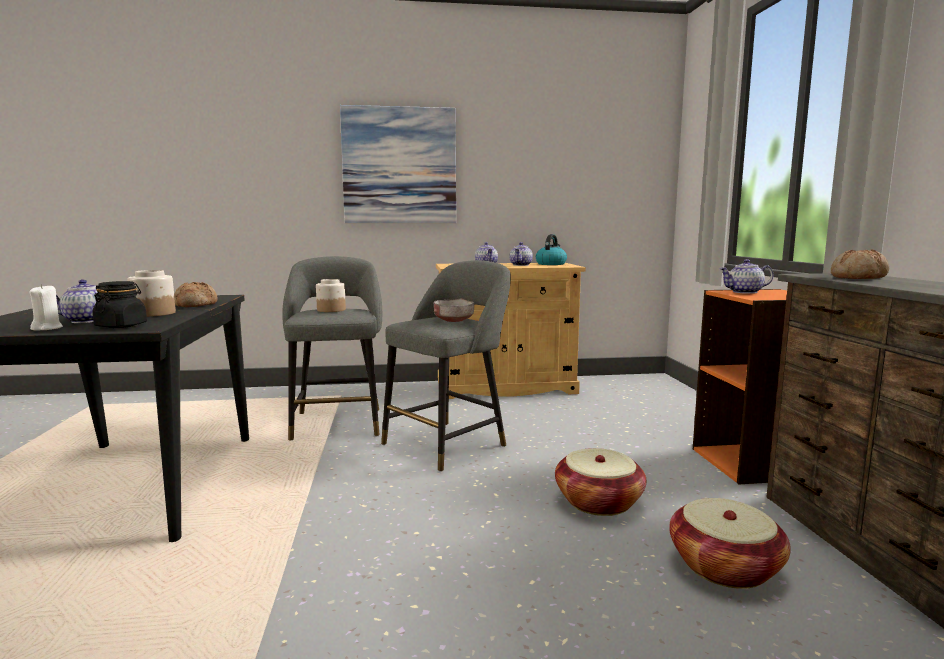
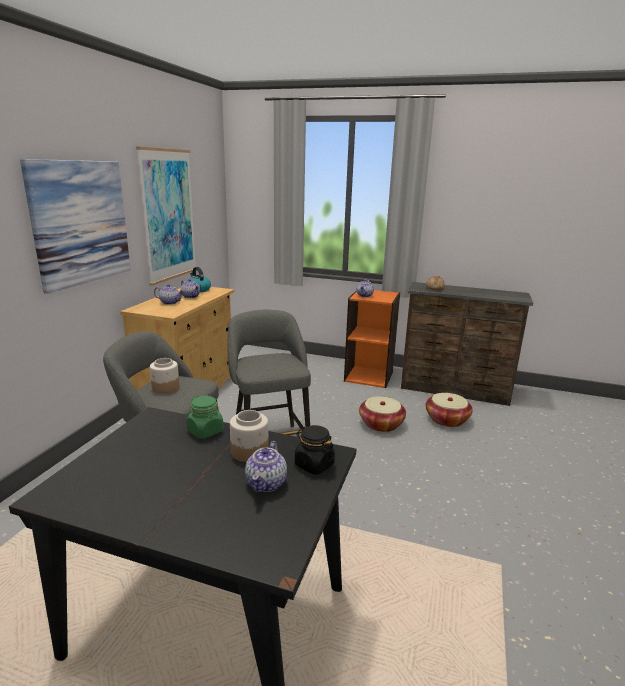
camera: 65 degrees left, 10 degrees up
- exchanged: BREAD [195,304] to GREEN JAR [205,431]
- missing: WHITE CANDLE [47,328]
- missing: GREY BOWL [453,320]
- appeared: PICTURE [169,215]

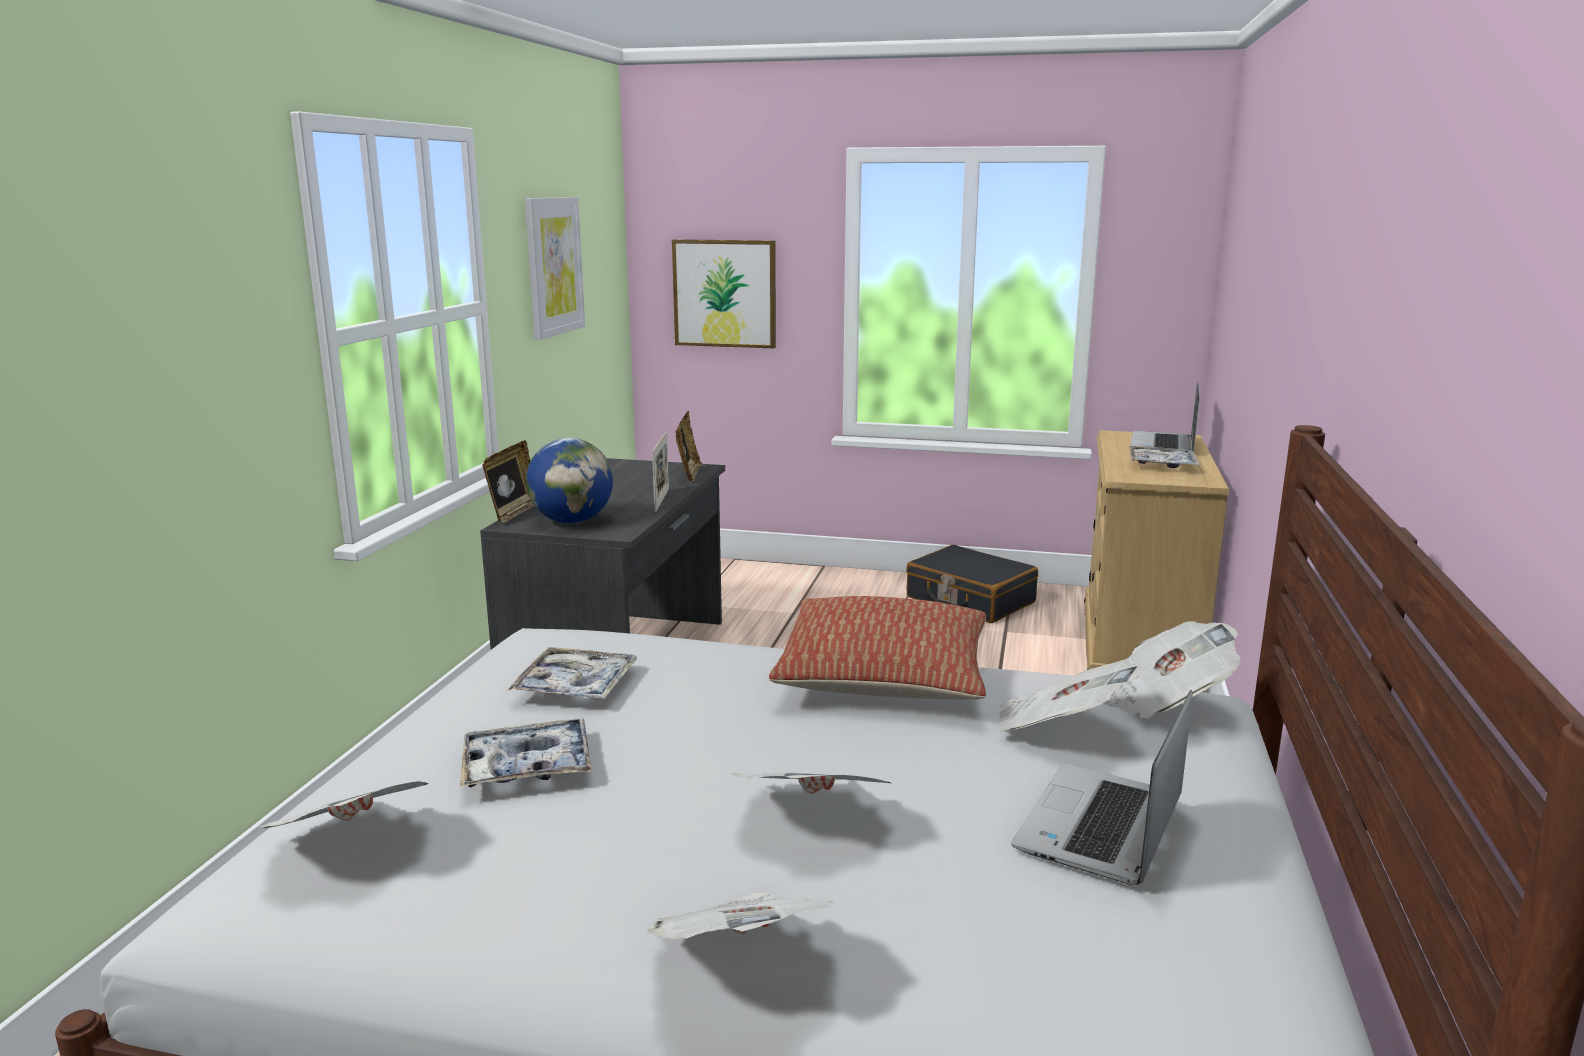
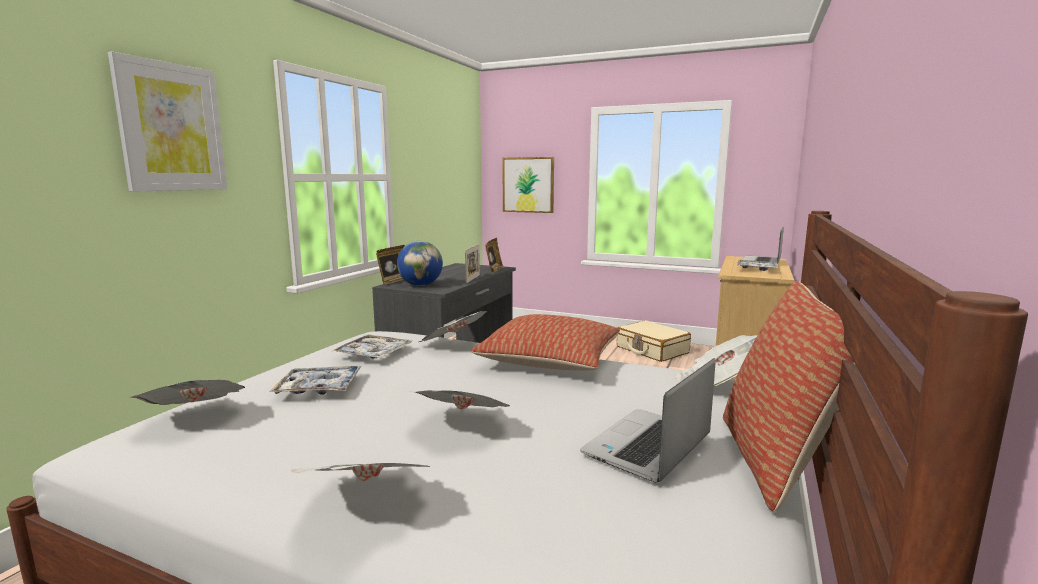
camera: 10 degrees right, 5 degrees down
- relocated: PICTURE [553,266] to [171,128]
- colour: BLACK SUITCASE [969,600] to BEIGE SUITCASE [651,350]
- relocated: NEWSPAPER [1059,729] to [453,344]
- appeared: PILLOW [776,460]

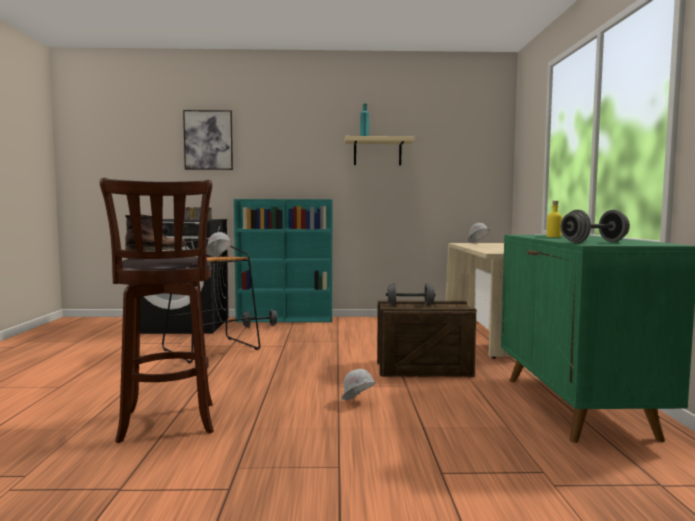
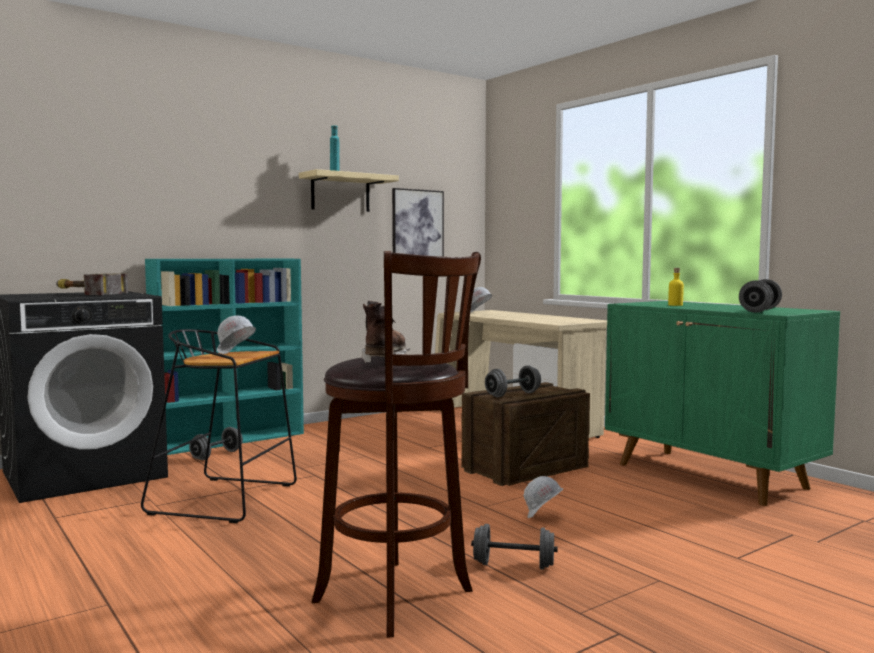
camera: 35 degrees left, 0 degrees up
- relocated: PICTURE [208,140] to [417,226]
- appeared: GREY DUMBBELL [513,565]

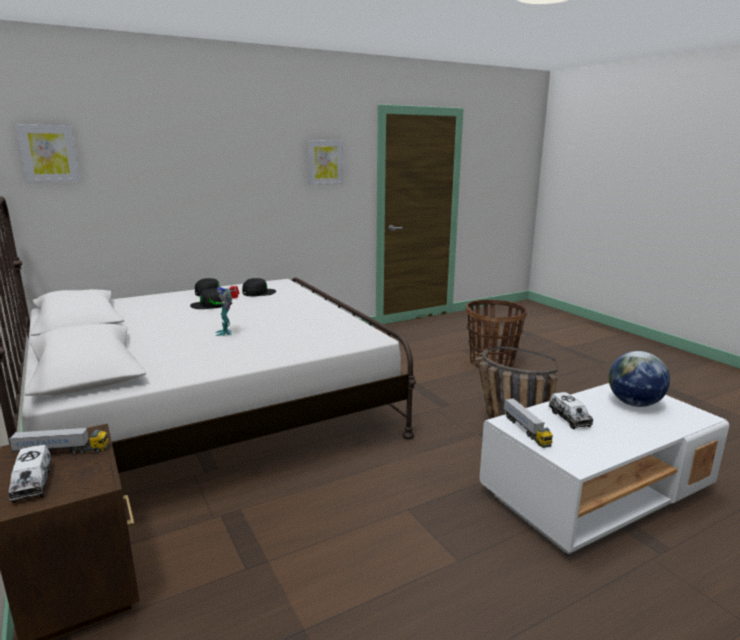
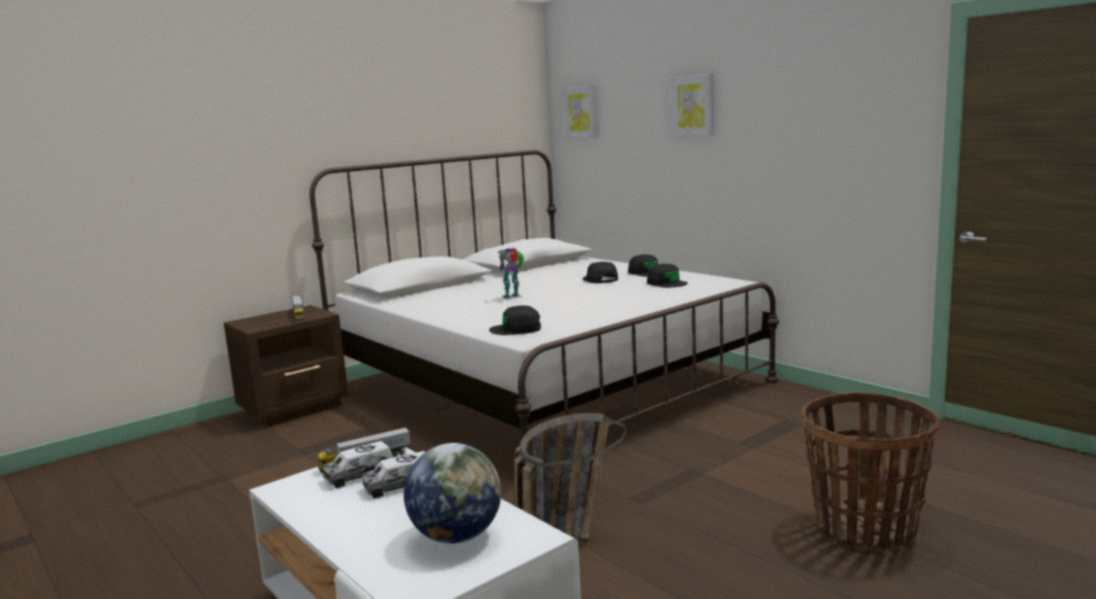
camera: 80 degrees right, 5 degrees down
- relocated: PICTURE [325,162] to [693,105]
- relocated: TOY TRUCK [33,483] to [359,475]
- appeared: BLACK CAP [516,329]

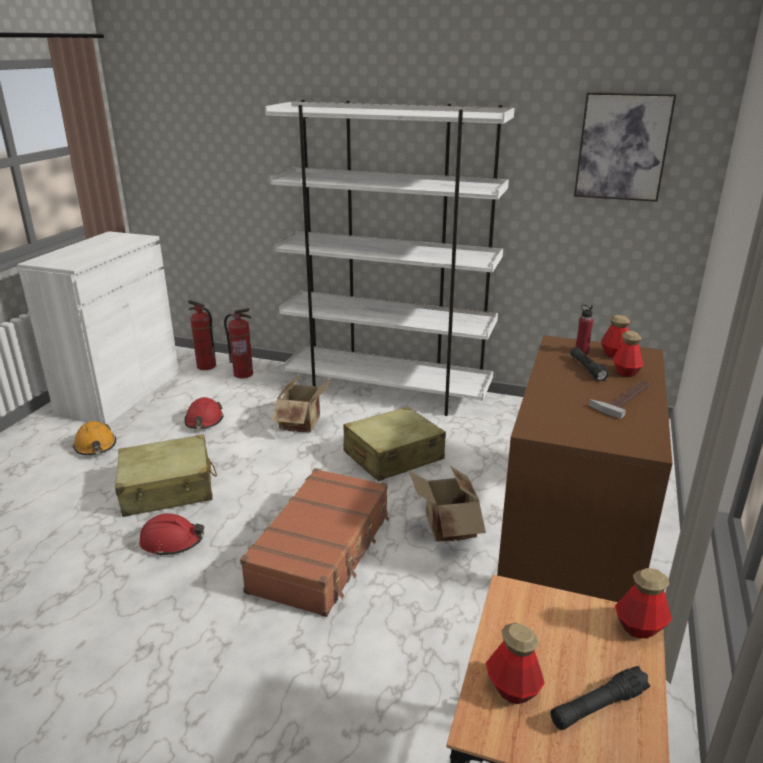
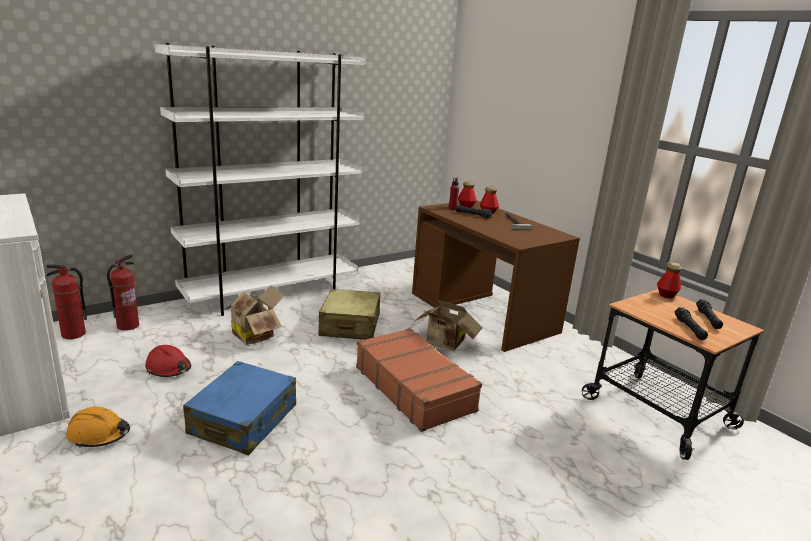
camera: 55 degrees left, 5 degrees down
- missing: PICTURE [622,147]
- colour: BEIGE SUITCASE [168,489] to BLUE SUITCASE [244,420]
- missing: RED HARD HAT [172,542]
- exchanged: BOTTLE [512,688] to BLACK FLASHLIGHT [689,328]

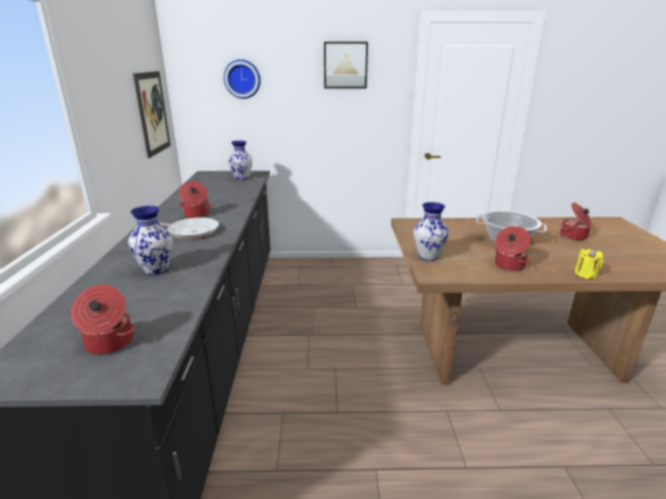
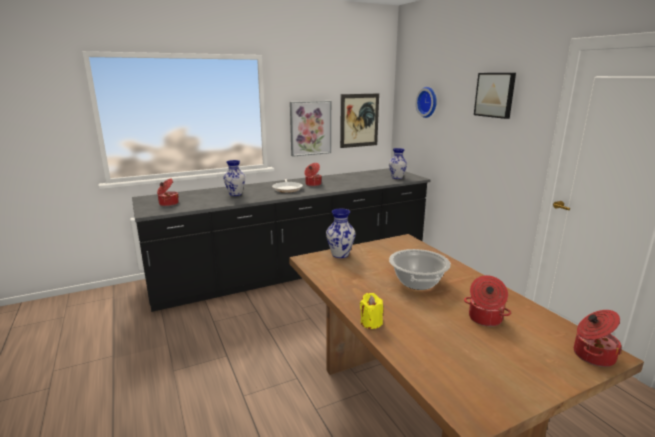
camera: 65 degrees right, 5 degrees down
- relocated: COOKING POT [508,265] to [592,355]
- appeared: PICTURE [310,128]

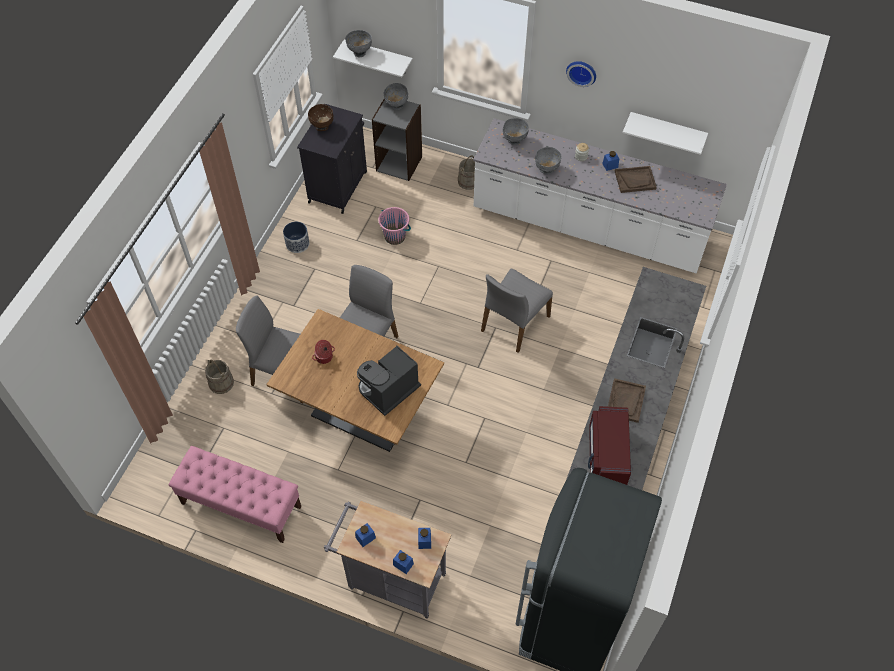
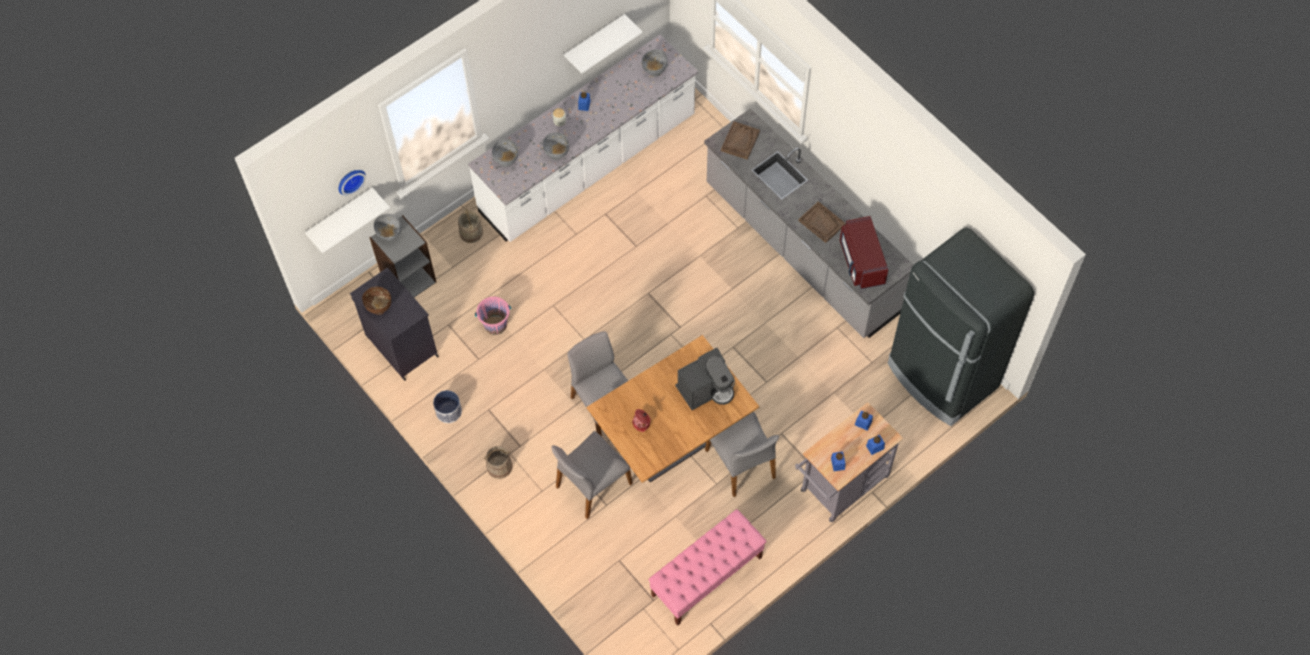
camera: 60 degrees left, 5 degrees up
- relocated: GREY BOWL [360,52] to [655,71]
- relocated: WALL CLOCK [582,72] to [350,180]
- relocated: BROWN TRAY [635,180] to [740,141]
- relocated: GREY CHAIR [514,323] to [741,464]
- spun: COFFEE MACHINE [388,391] = [706,389] 105 degrees counterclockwise
- relocated: BEIGE BUCKET [221,383] to [499,467]
- spun: RED MICROWAVE [606,455] = [861,261] 45 degrees clockwise

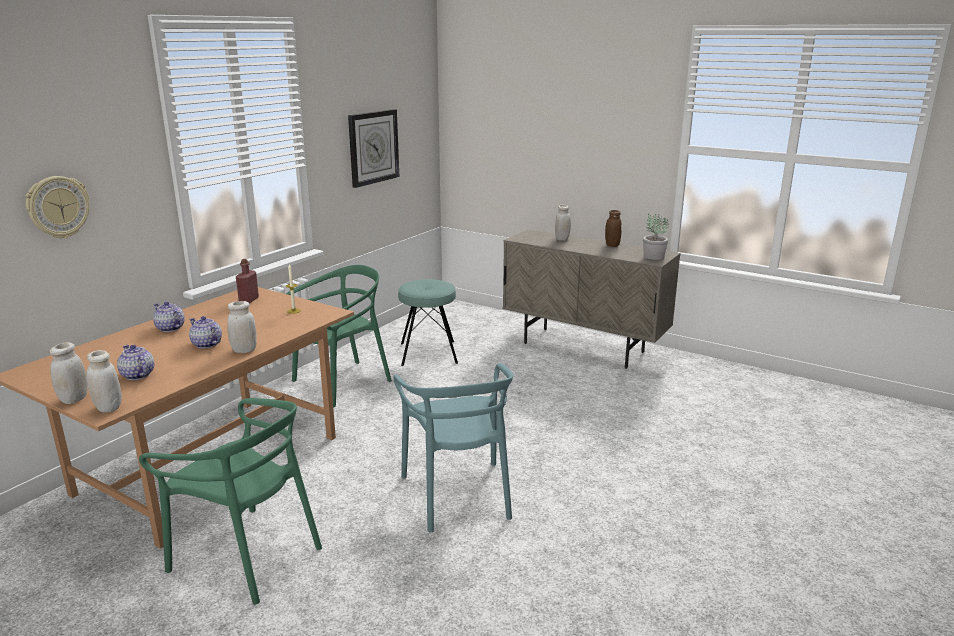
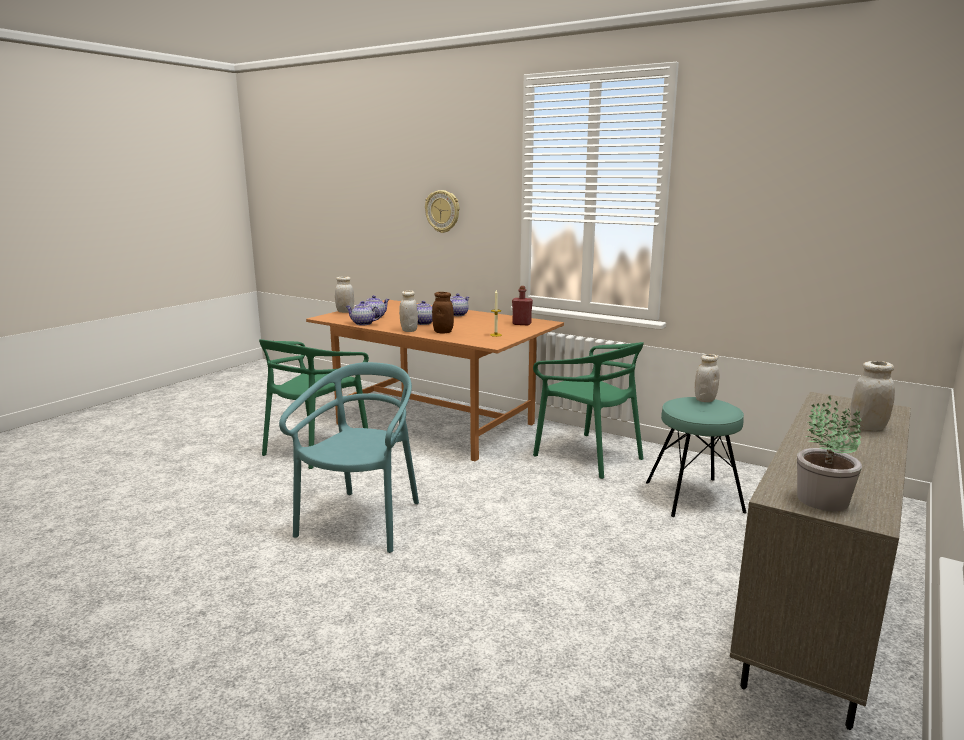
camera: 90 degrees right, 5 degrees down
- missing: WALL CLOCK [373,147]
- relocated: BROWN JAR [612,245] to [443,332]
- relocated: WHITE JAR [108,408] to [705,400]
- spun: TURQUOISE CHAIR [458,495] = [362,521] 120 degrees clockwise
- appeared: TEAPOT [363,323]

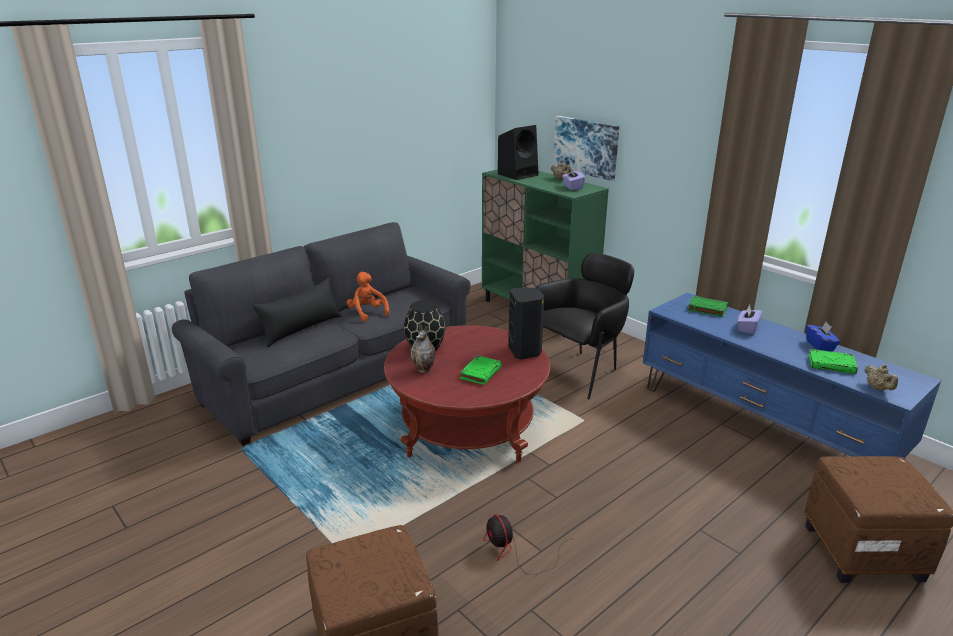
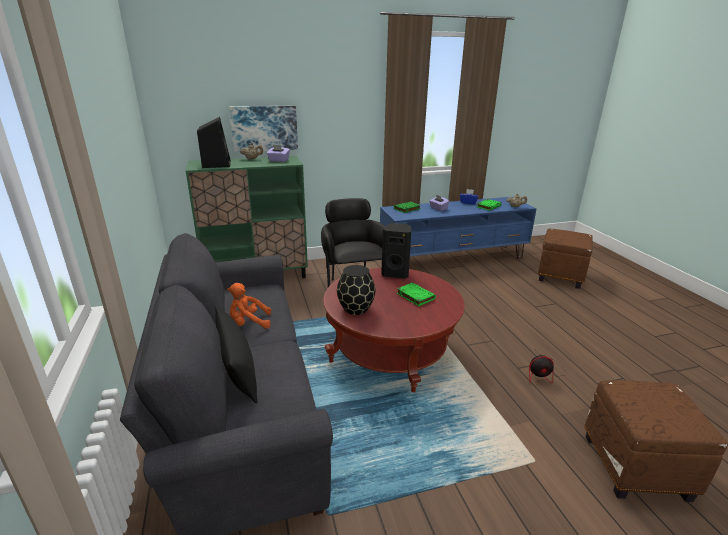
camera: 65 degrees left, 0 degrees up
- missing: VASE [424,369]

